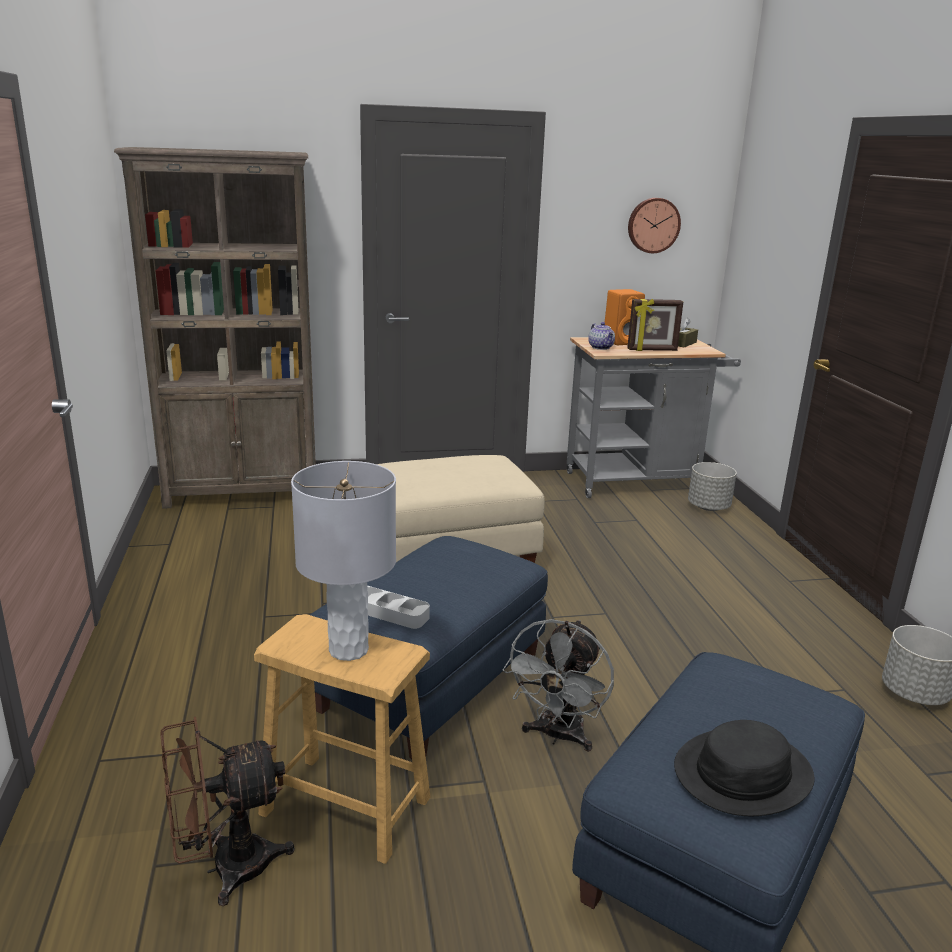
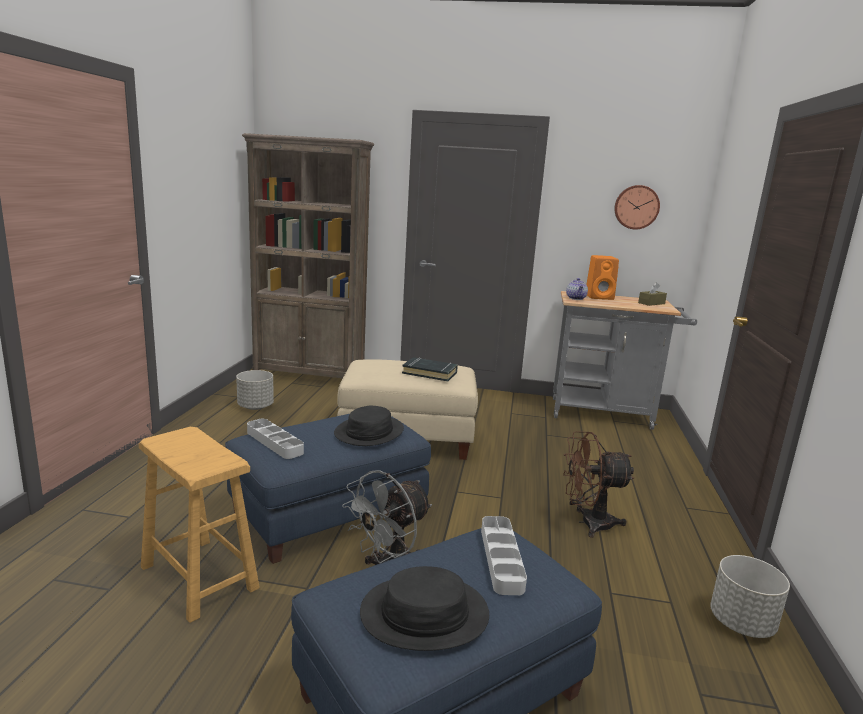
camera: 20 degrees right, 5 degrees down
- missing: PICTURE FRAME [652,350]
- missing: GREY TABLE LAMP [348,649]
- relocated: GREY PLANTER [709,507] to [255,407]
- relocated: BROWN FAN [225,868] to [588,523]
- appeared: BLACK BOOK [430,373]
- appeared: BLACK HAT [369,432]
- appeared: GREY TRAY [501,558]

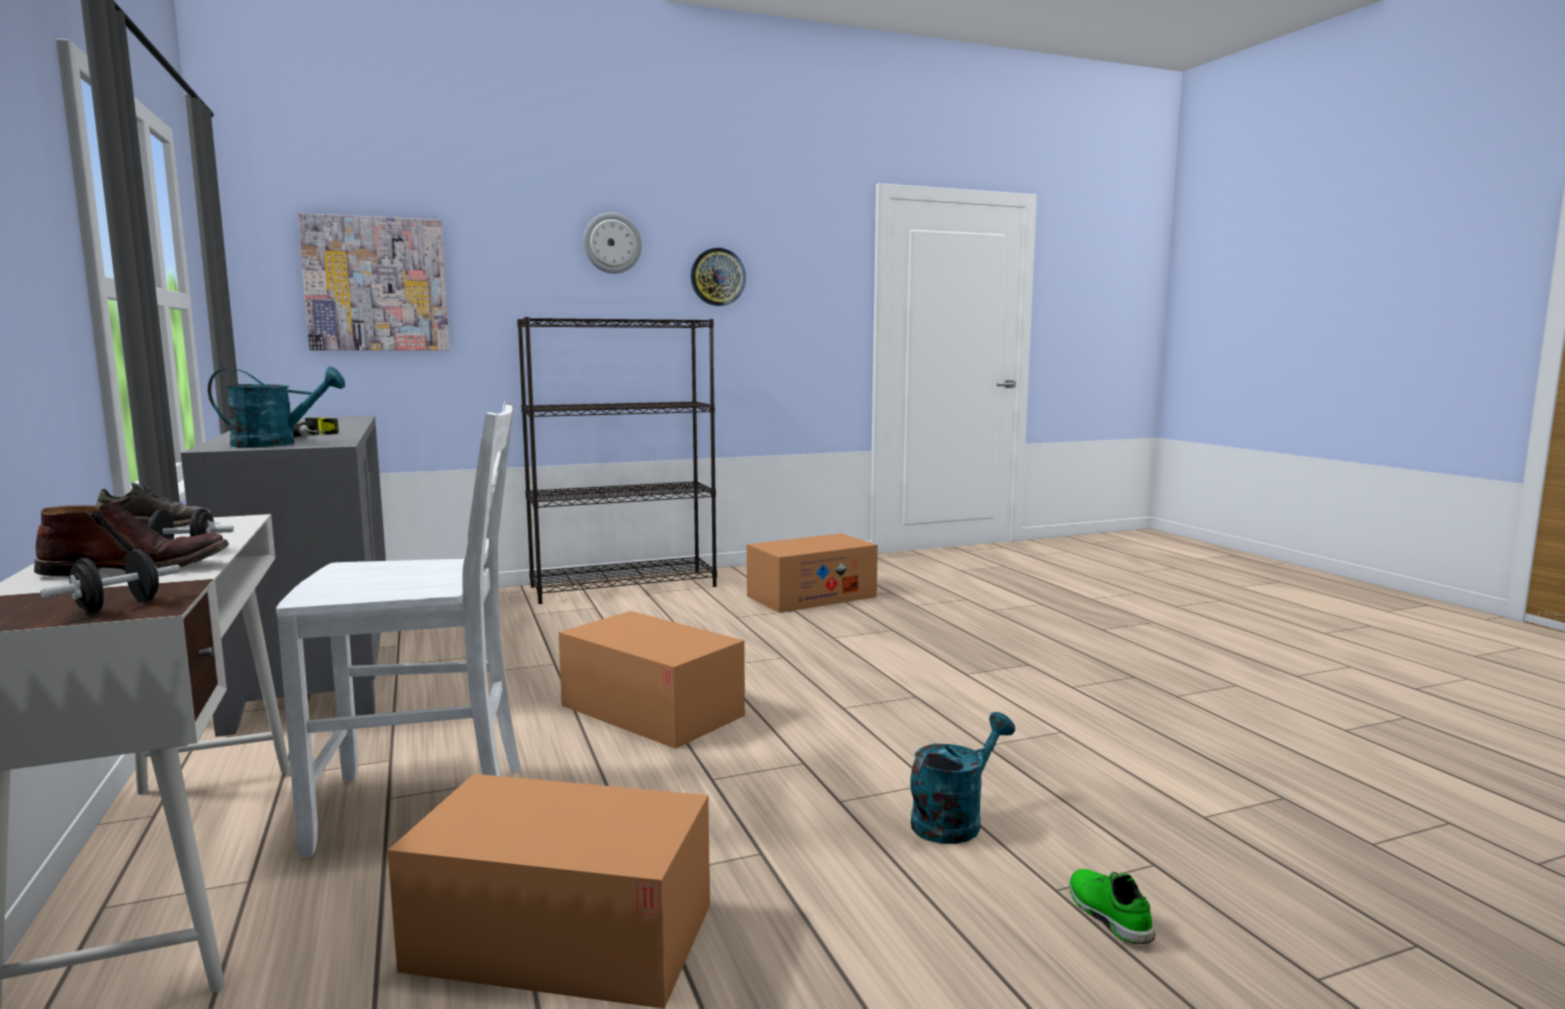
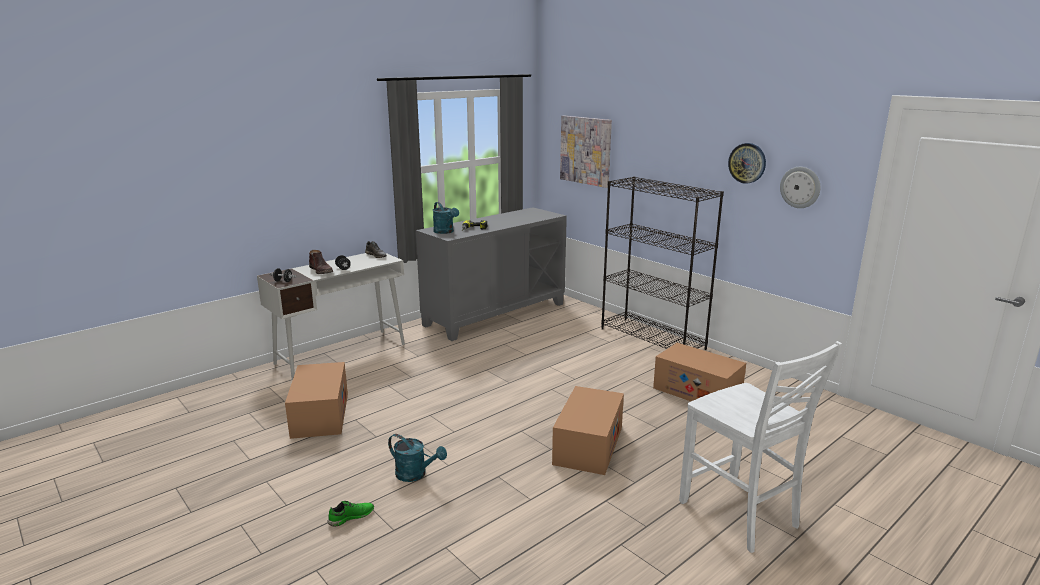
camera: 70 degrees right, 10 degrees up
- relocated: WALL CLOCK [612,243] to [800,187]
- relocated: WHITE CHAIR [426,807] to [740,515]
- relocated: CARDBOARD BOX [651,710] to [588,445]

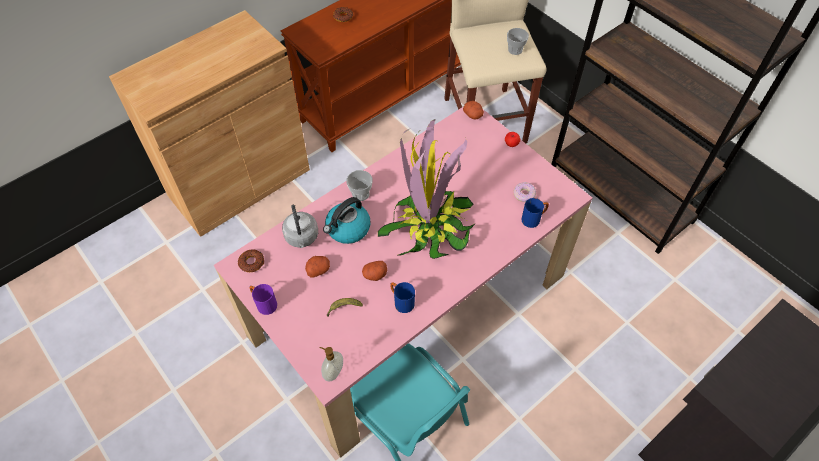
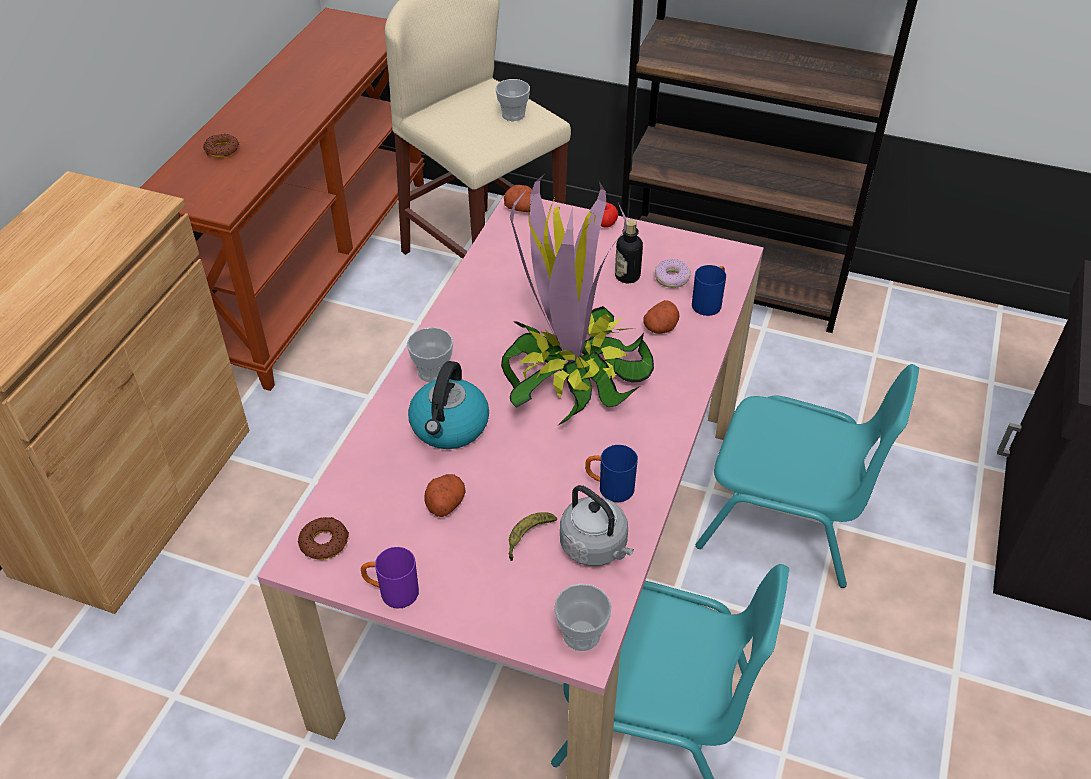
camera: 30 degrees left, 10 degrees down
- relocated: GREY KETTLE [302,238] to [596,547]
- relocated: POTATO [375,275] to [660,327]
- exchanged: SOAP DISPENSER [333,372] to CUP [581,634]
- appeared: BOTTLE [627,276]
- appeared: TURQUOISE CHAIR [787,518]

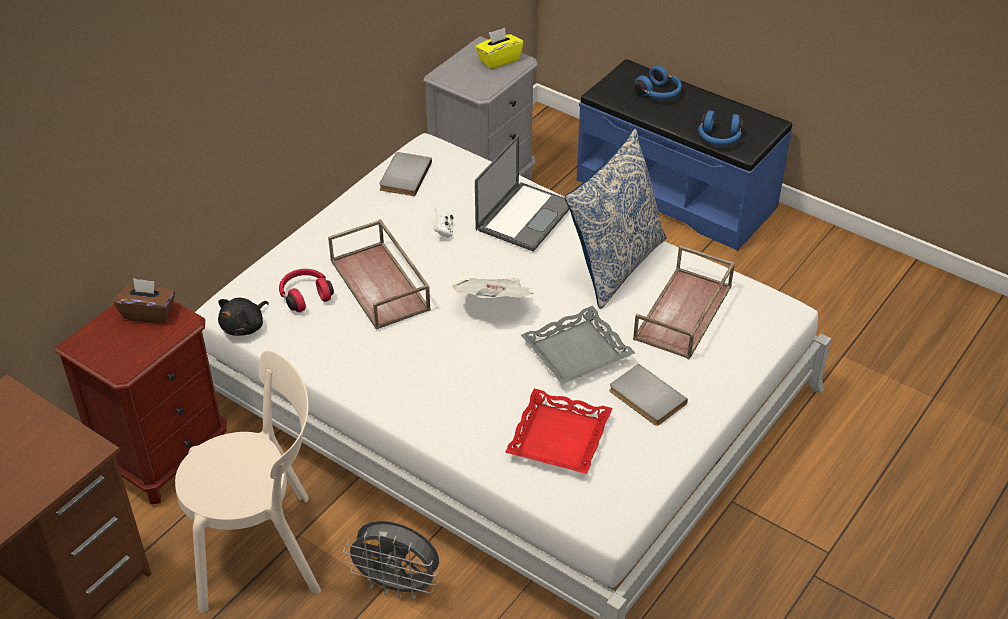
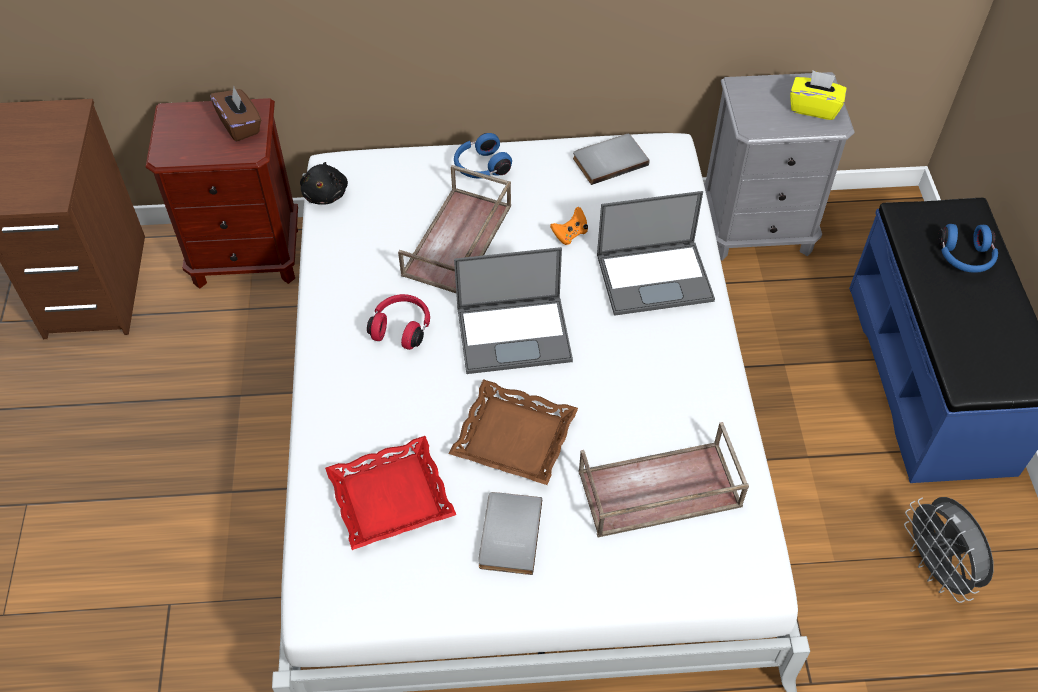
camera: 50 degrees right, 10 degrees up
- relocated: BLUE HEADPHONES [719,138] to [481,167]
- missing: PILLOW [614,264]
- colour: WHITE GAME CONTROLLER [443,230] to ORANGE GAME CONTROLLER [570,234]
- relocated: RED HEADPHONES [305,296] to [402,327]
- exchanged: NEWSPAPER [495,303] to LAPTOP [515,334]
- spun: BLACK PLUSH TOY [245,326] = [326,193] 90 degrees counterclockwise
- colour: GREY TRAY [576,351] to BROWN TRAY [514,437]
- missing: BEIGE CHAIR [264,551]
- relocated: GREY FAN [398,585] to [936,569]

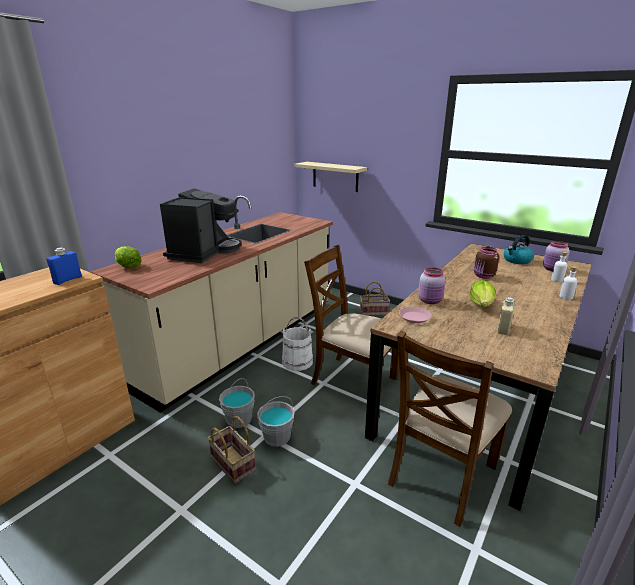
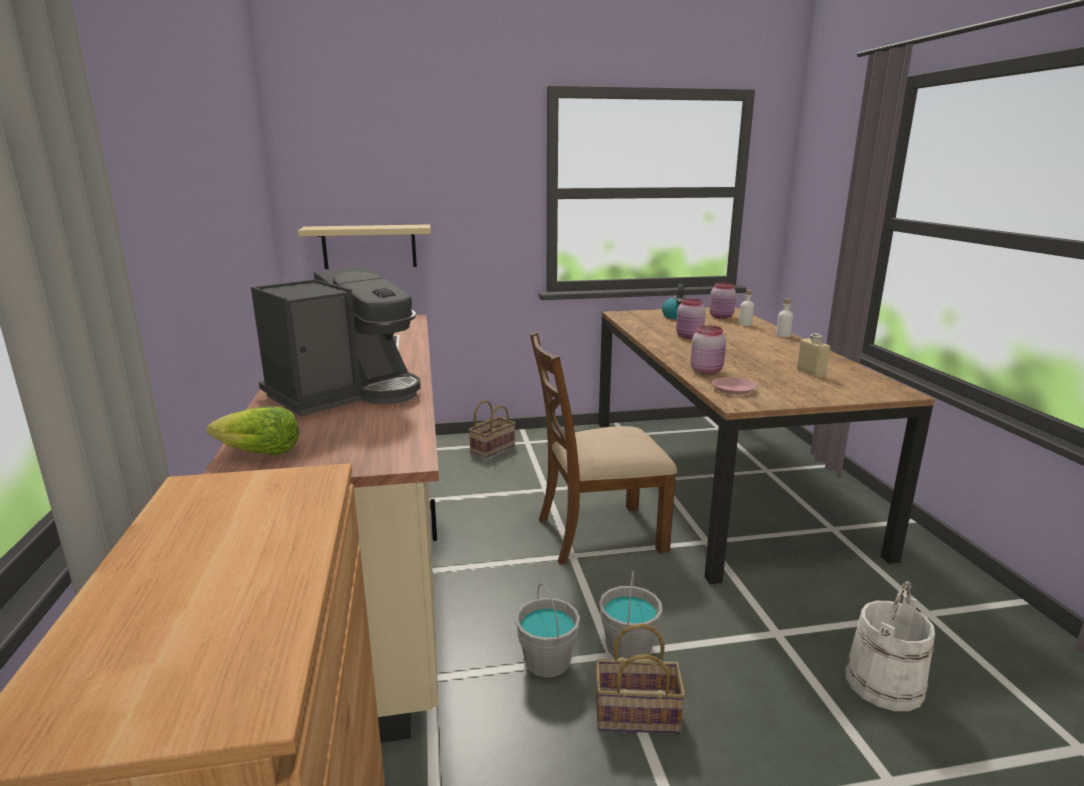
camera: 45 degrees left, 5 degrees down
- spun: COFFEE MACHINE [204,252] = [346,393] 75 degrees clockwise
- colour: BROWN JAR [483,276] to PINK JAR [689,337]
- missing: BLUE BOTTLE [68,280]
- missing: LETTUCE [481,305]
- relocated: WHITE BUCKET [297,361] to [883,683]
- missing: BROWN CHAIR [441,474]

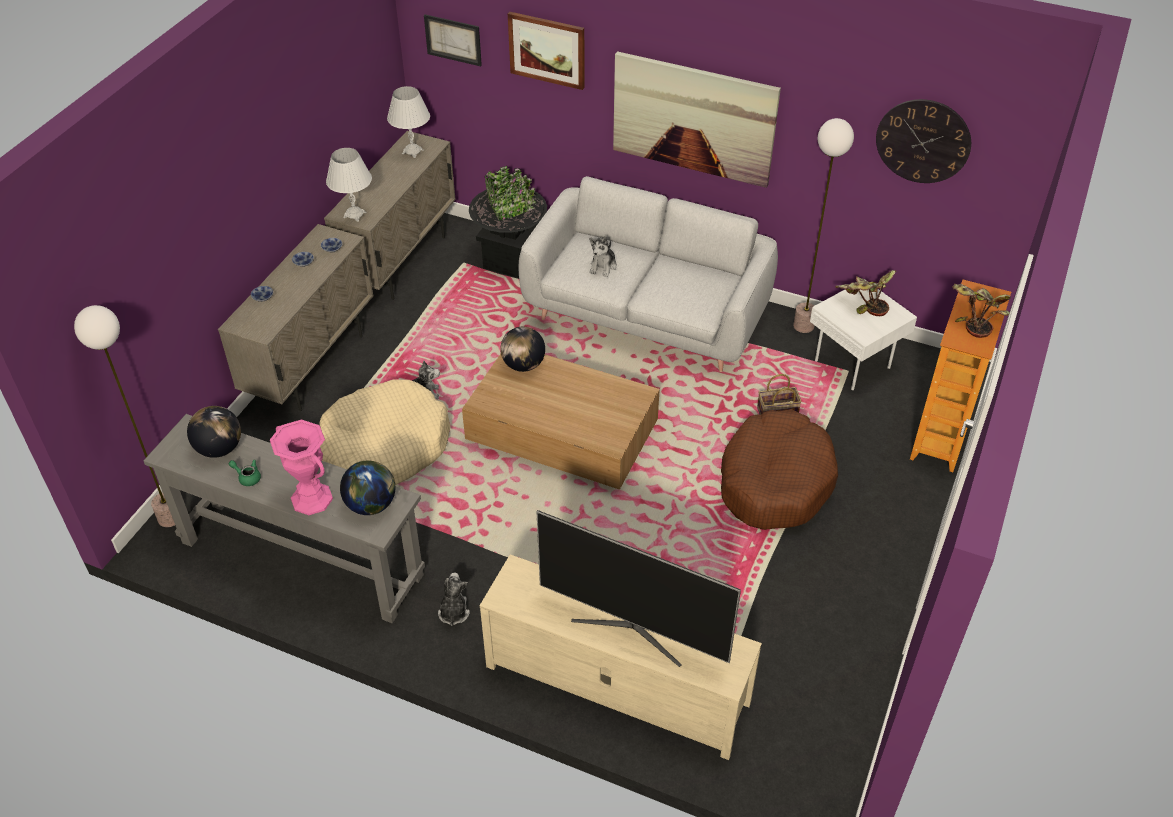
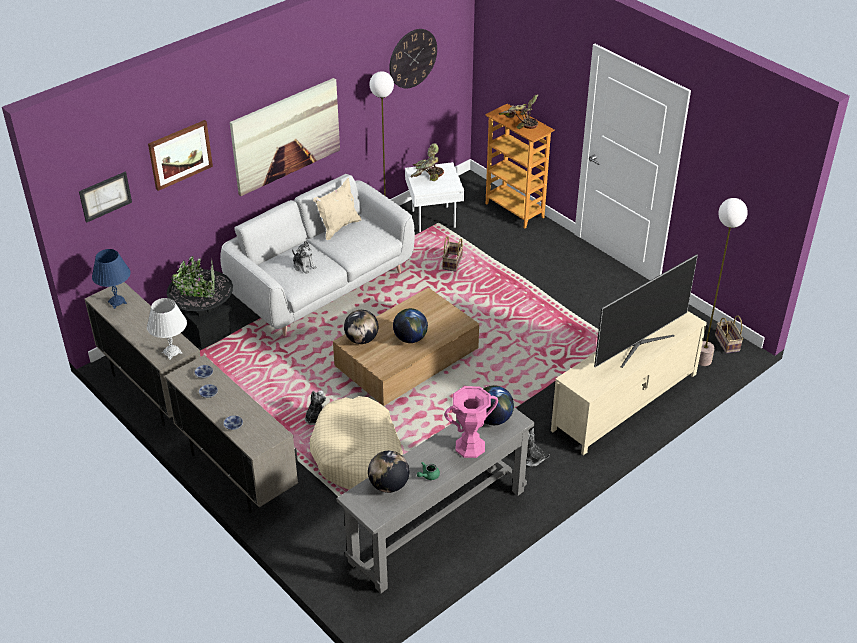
camera: 65 degrees left, 5 degrees down
- colour: WHITE TABLE LAMP [412,152] to BLUE TABLE LAMP [117,302]
- relocated: FLOOR LAMP [169,518] to [703,360]
- missing: BROWN DOG BED [775,481]
- appeared: BEIGE PILLOW [338,227]
- appeared: GLOBE [410,338]
- appeared: BASKET [728,343]

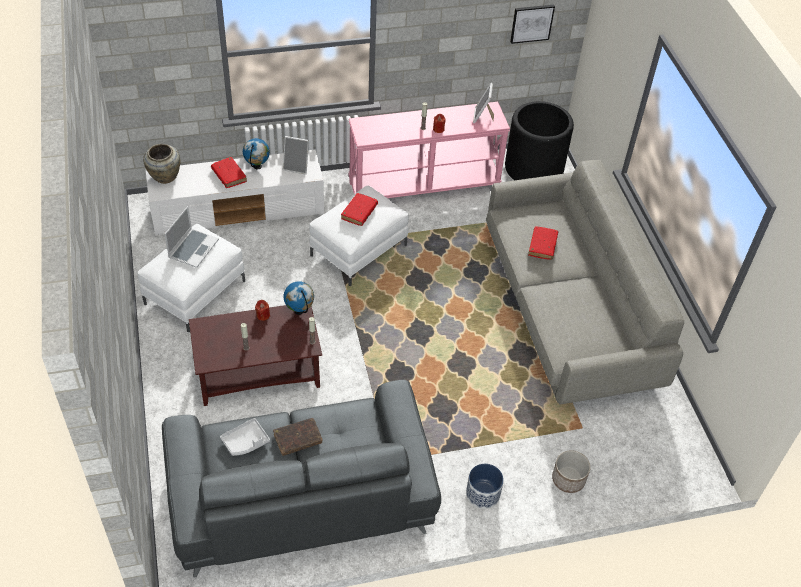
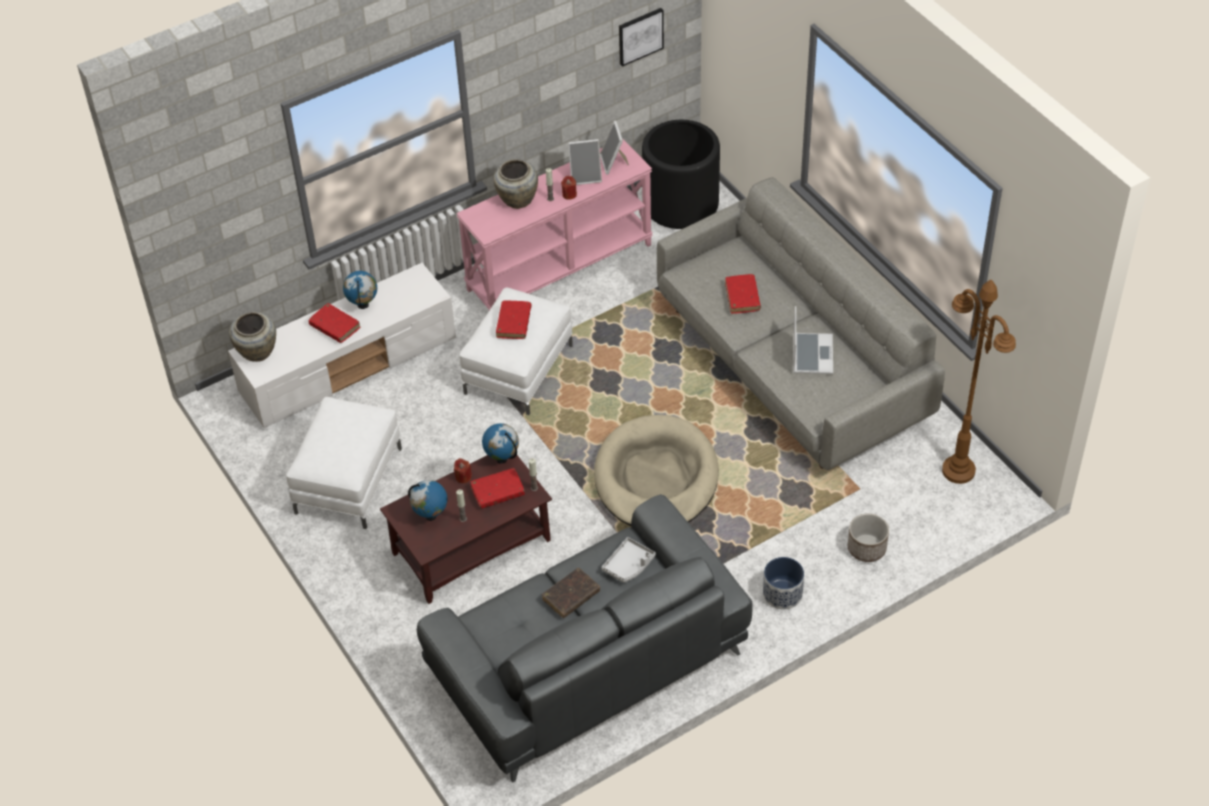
camera: 15 degrees left, 0 degrees up
- relocated: PICTURE FRAME [297,167] to [585,176]
- relocated: LAPTOP [193,248] to [811,354]
- relocated: GREY TRAY [246,442] to [629,565]
- appeared: BEIGE VASE [516,200]
- appeared: BROWN FLOOR LAMP [959,471]
- appeared: BEIGE DOG BED [656,478]
- appeared: RED BOOK [498,492]
- appeared: GLOBE [431,516]

